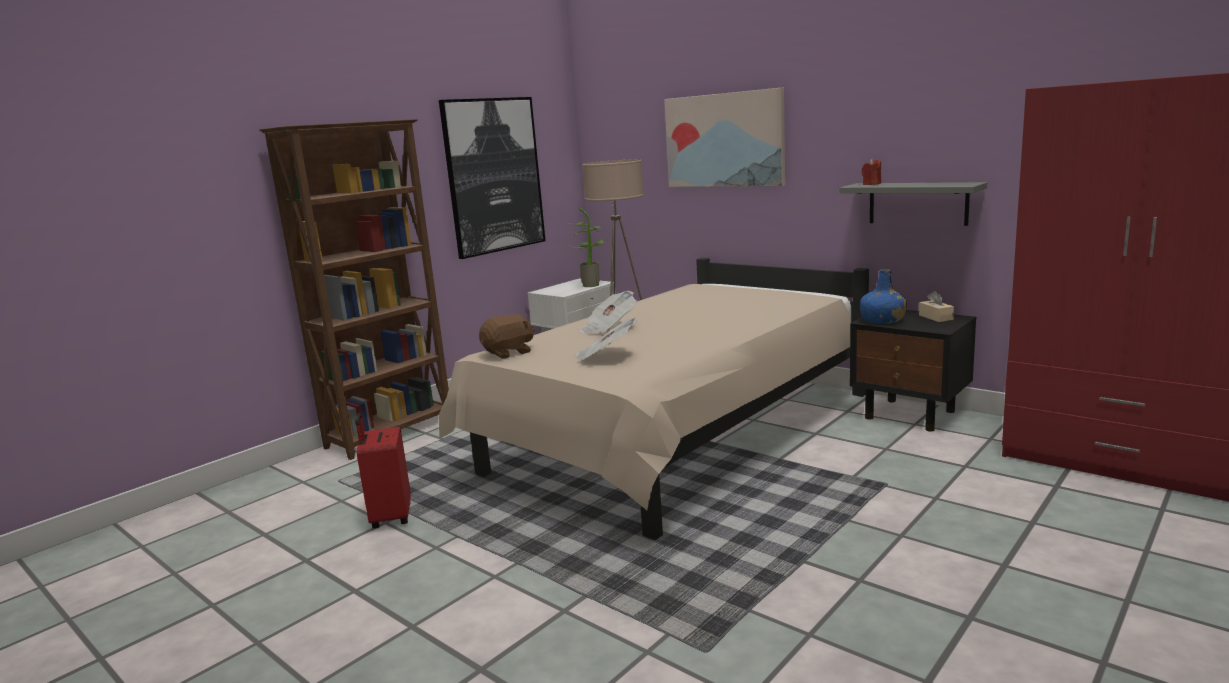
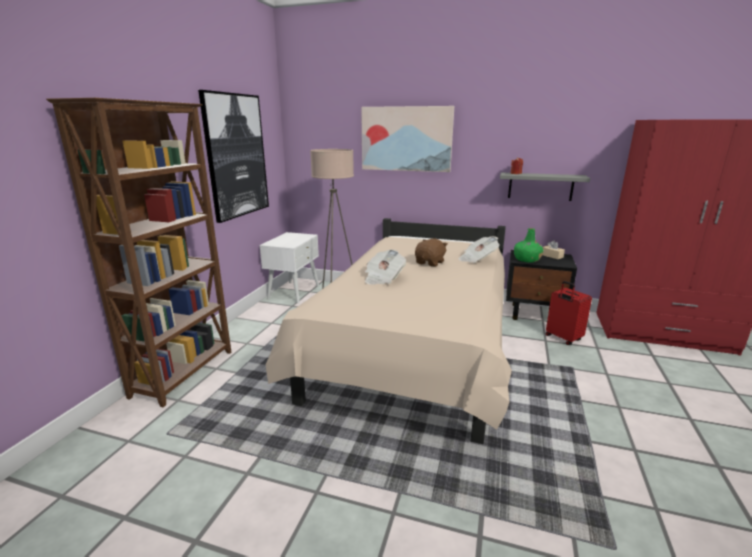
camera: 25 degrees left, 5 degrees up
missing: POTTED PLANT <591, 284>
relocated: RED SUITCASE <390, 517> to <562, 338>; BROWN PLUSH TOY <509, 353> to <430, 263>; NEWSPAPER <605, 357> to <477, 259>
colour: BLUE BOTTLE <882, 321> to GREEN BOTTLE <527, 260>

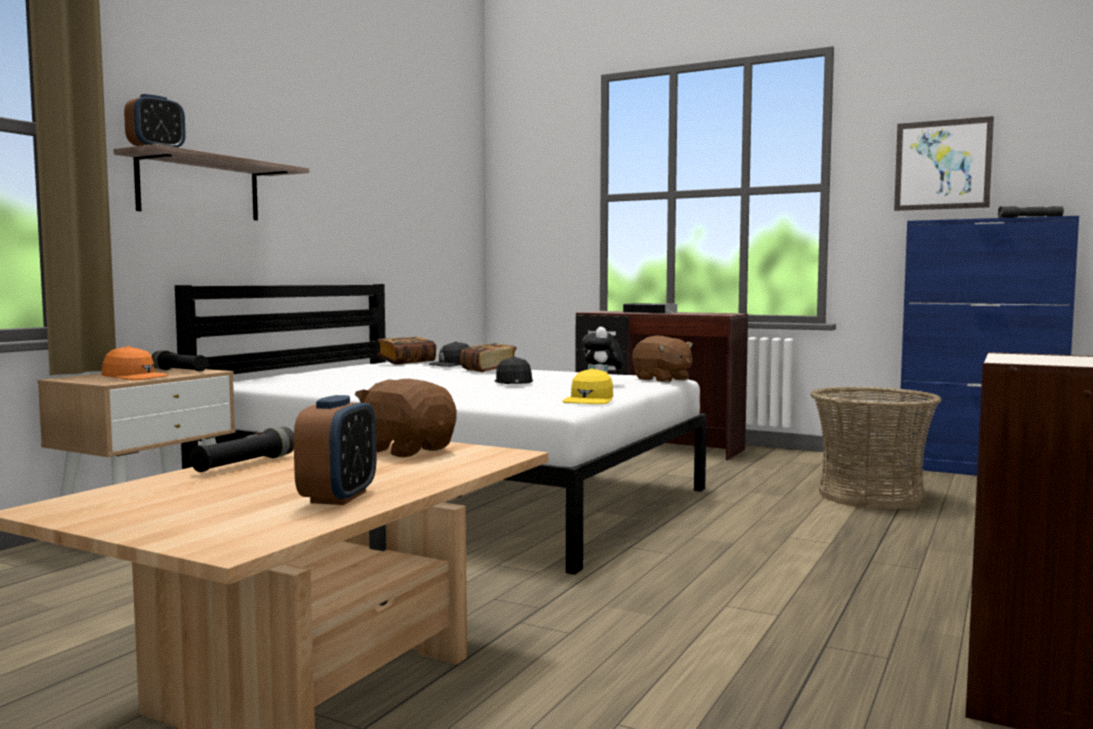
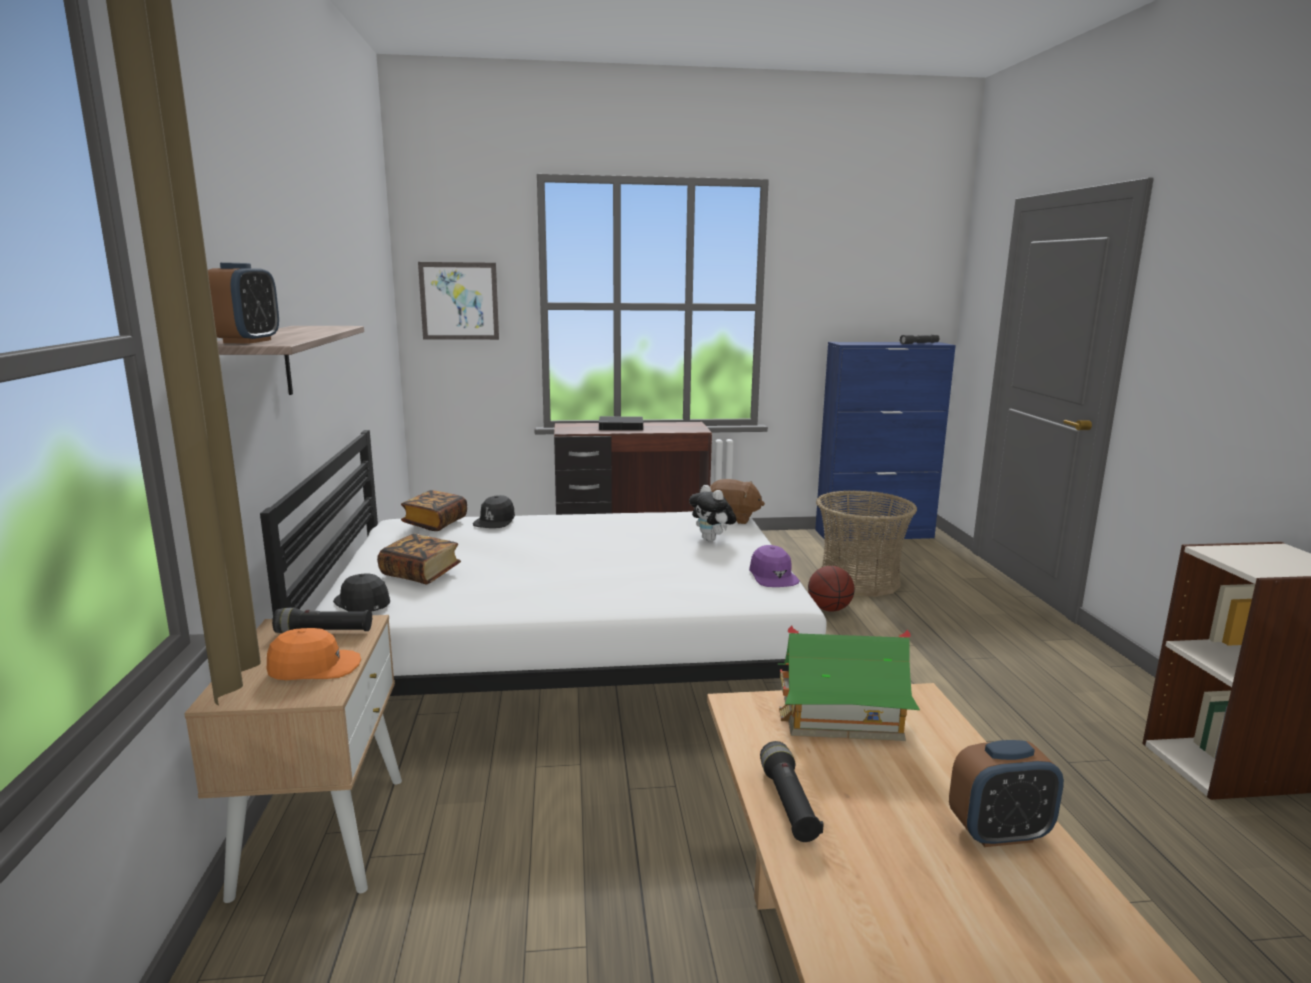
camera: 35 degrees left, 10 degrees up
appeared: BASKETBALL <829, 609>
relocated: BOOK <489, 370> to <420, 574>; BLACK CAP <513, 383> to <362, 603>; PICTURE <942, 165> to <459, 301>
exchanged: BROWN PLUSH TOY <407, 450> to TOY HOUSE <841, 718>
colour: YELLOW CAP <589, 400> to PURPLE CAP <772, 576>
spun: ALARM CLOCK <338, 497> = <999, 833> 105 degrees clockwise

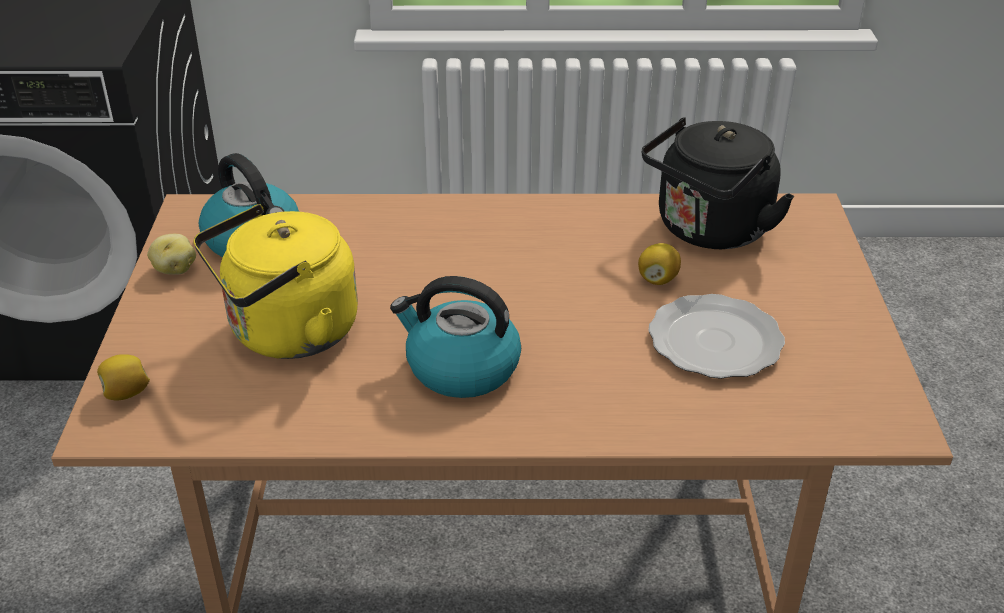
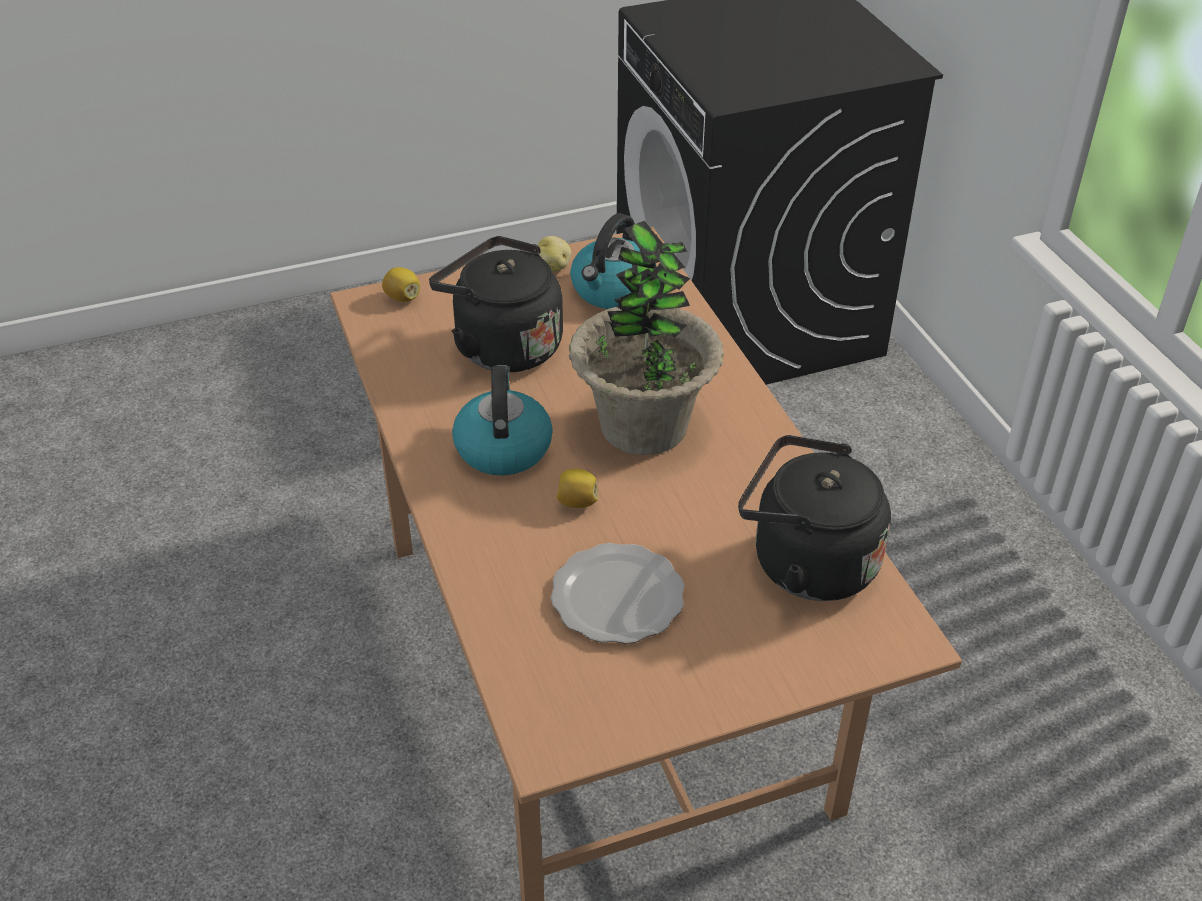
camera: 70 degrees right, 5 degrees up
appeared: POTTED PLANT <643, 426>
relocated: LEMON <657, 279> to <577, 502>
colour: YELLOW KETTLE <287, 334> to BLACK KETTLE <502, 346>

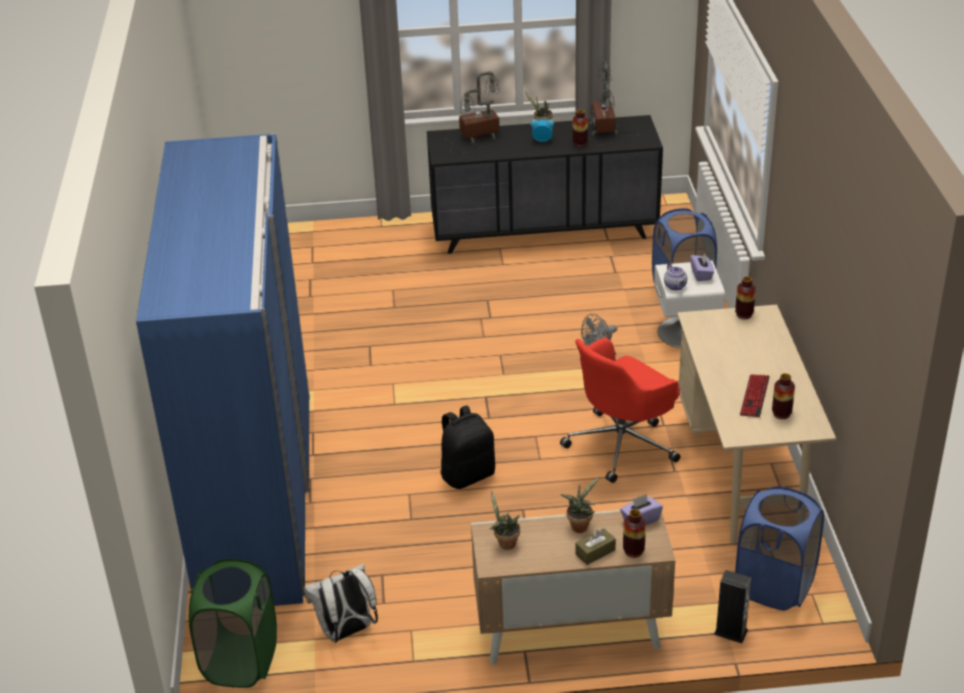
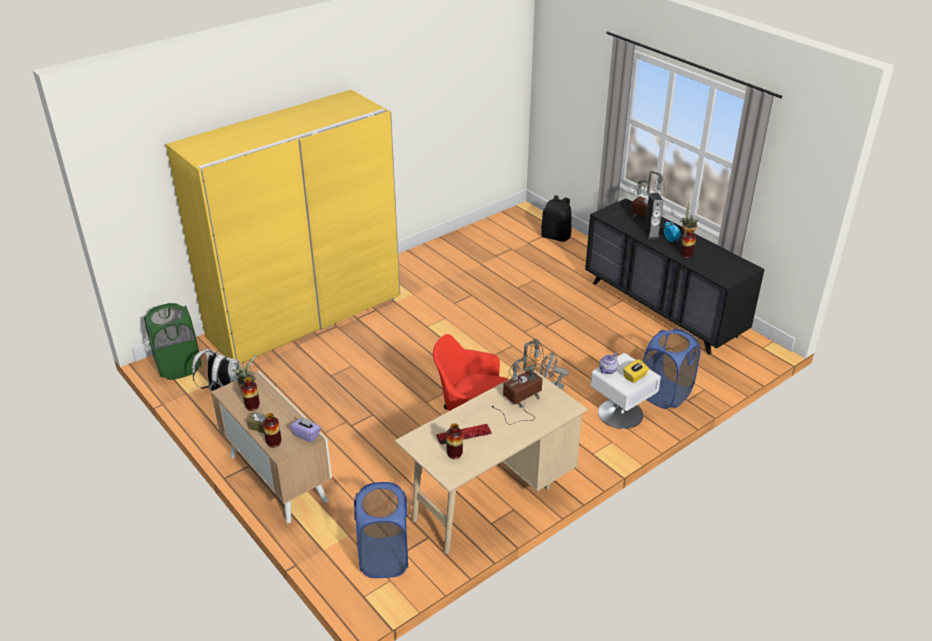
camera: 55 degrees right, 0 degrees up
missing: POTTED PLANT <580, 525>
relocated: BLACK BACKPACK <467, 475> to <556, 236>; TABLE LAMP <608, 131> to <520, 401>; SPEAKER <730, 632> to <651, 234>; VASE <744, 315> to <252, 406>
colour: BLUE WARDROBE <255, 498> to YELLOW WARDROBE <305, 316>; PURPLE TISSUE BOX <701, 274> to YELLOW TISSUE BOX <635, 377>

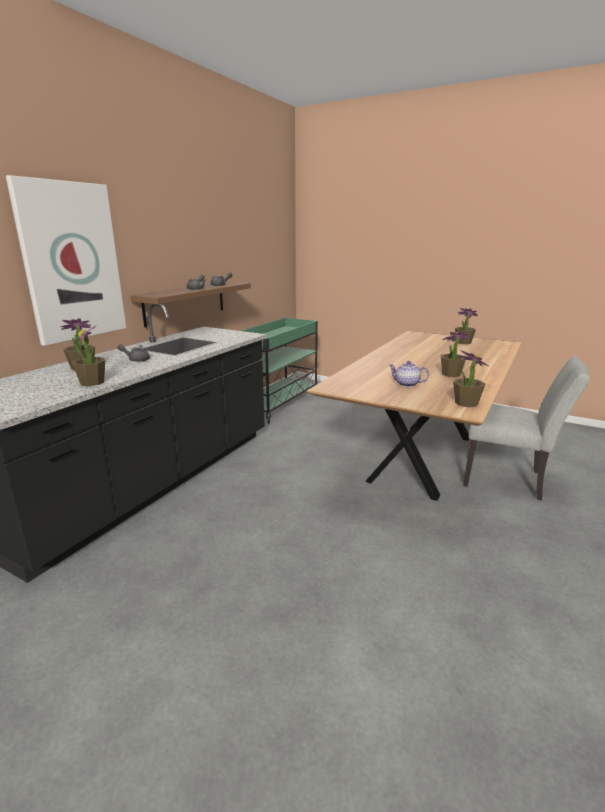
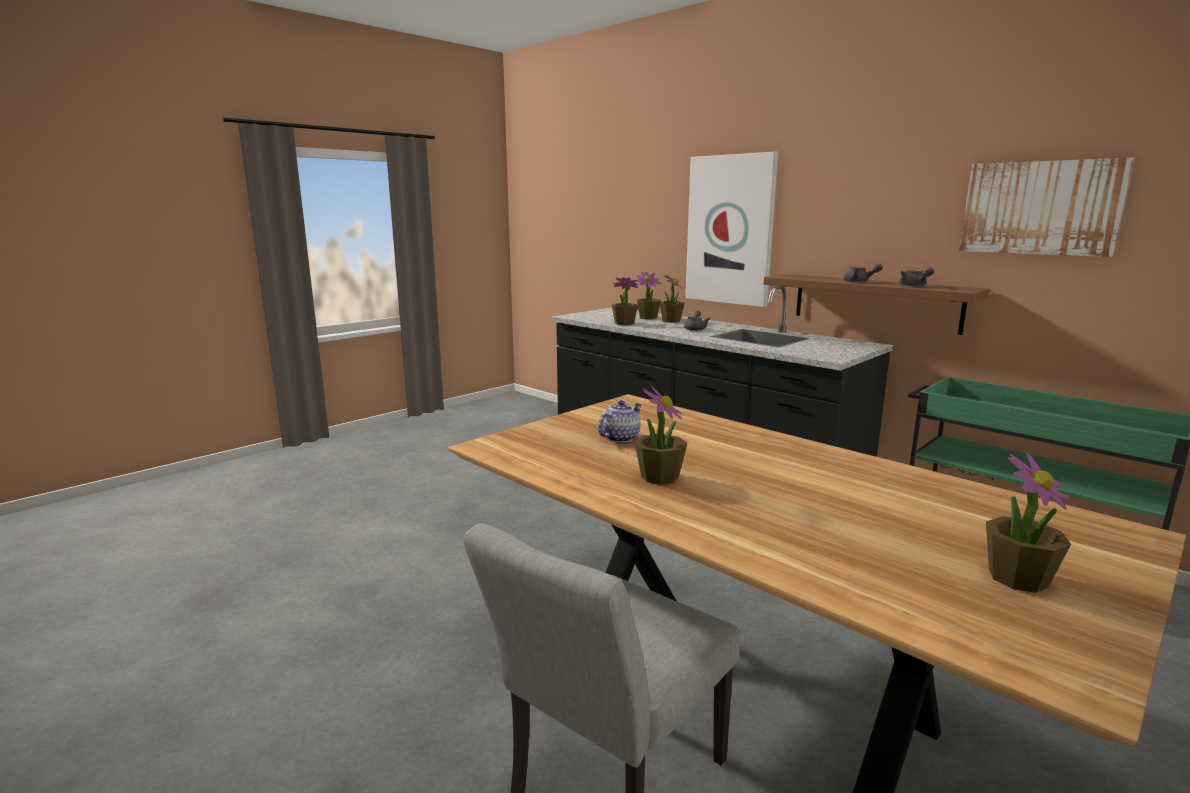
camera: 105 degrees right, 5 degrees down
appeared: PICTURE <1040, 208>
relocated: POTTED PLANT <466, 403> to <648, 317>

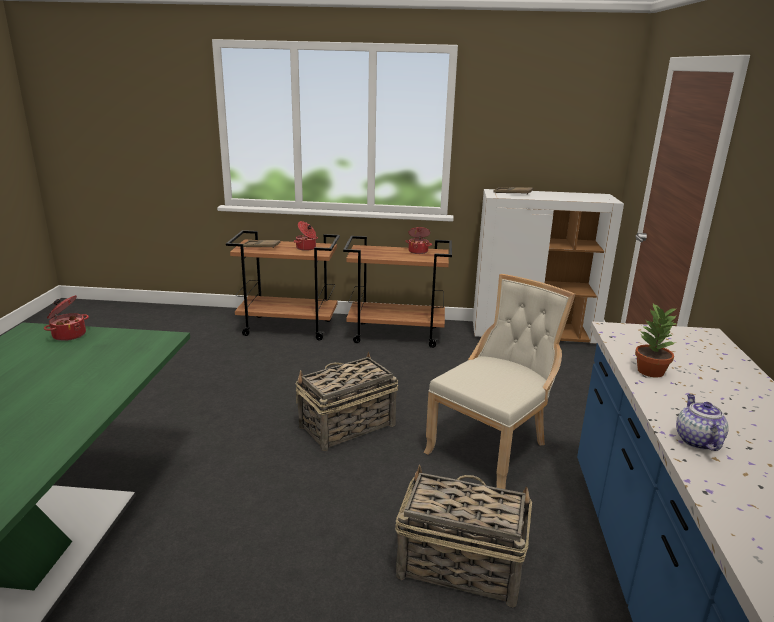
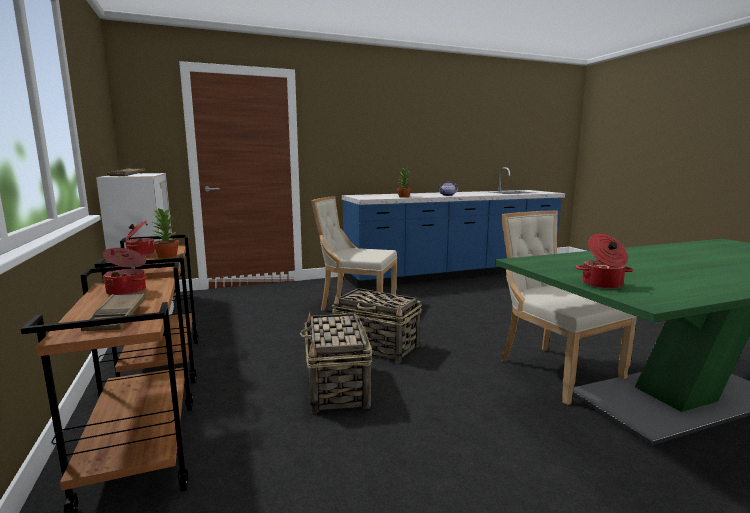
camera: 115 degrees left, 10 degrees down
appeared: POTTED PLANT <166, 256>; BEIGE CHAIR <553, 370>
relocated: BASKET <458, 565> to <337, 387>

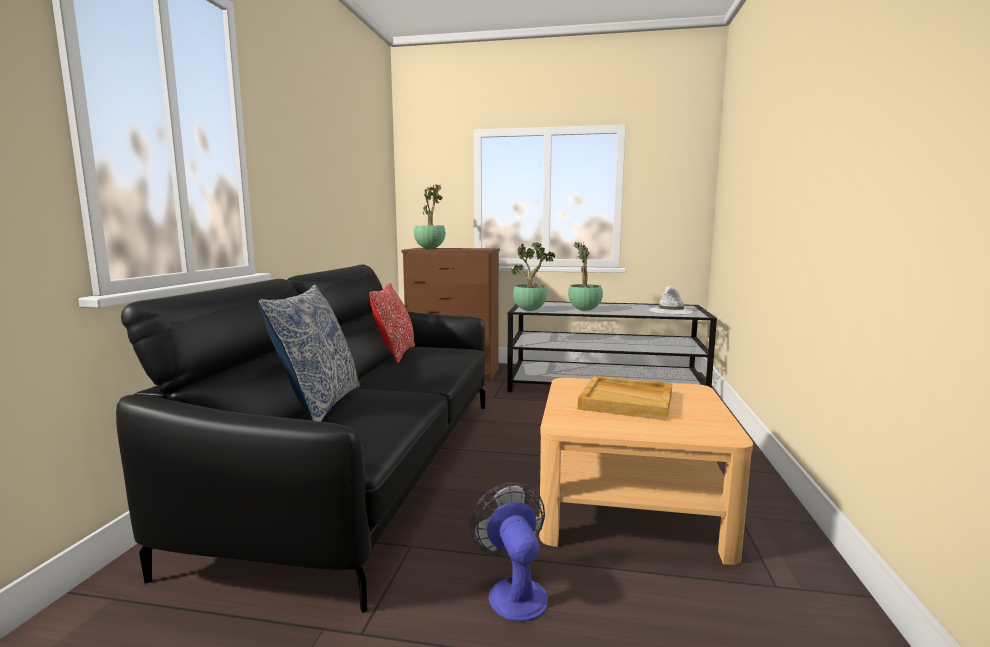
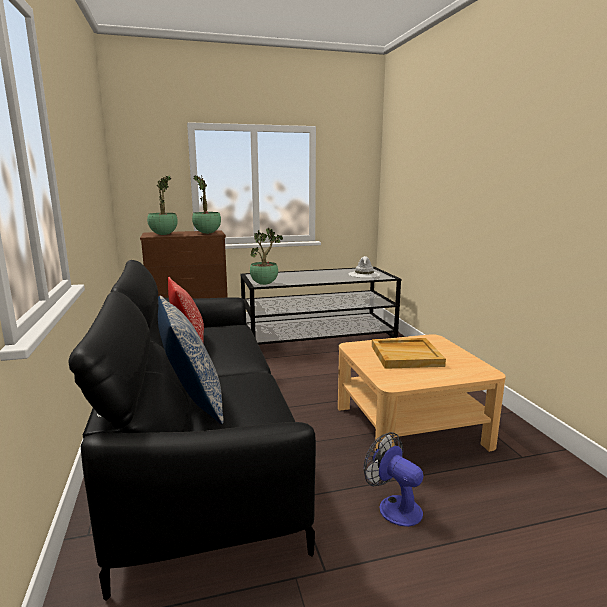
camera: 25 degrees left, 5 degrees up
relocated: POTTED PLANT <584, 310> to <207, 233>

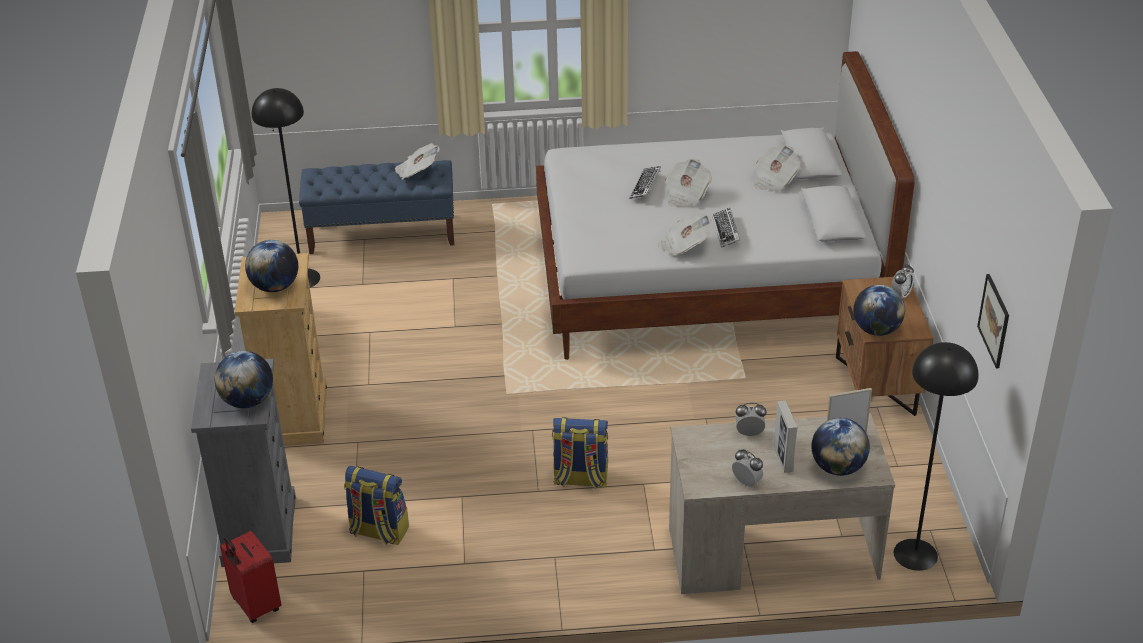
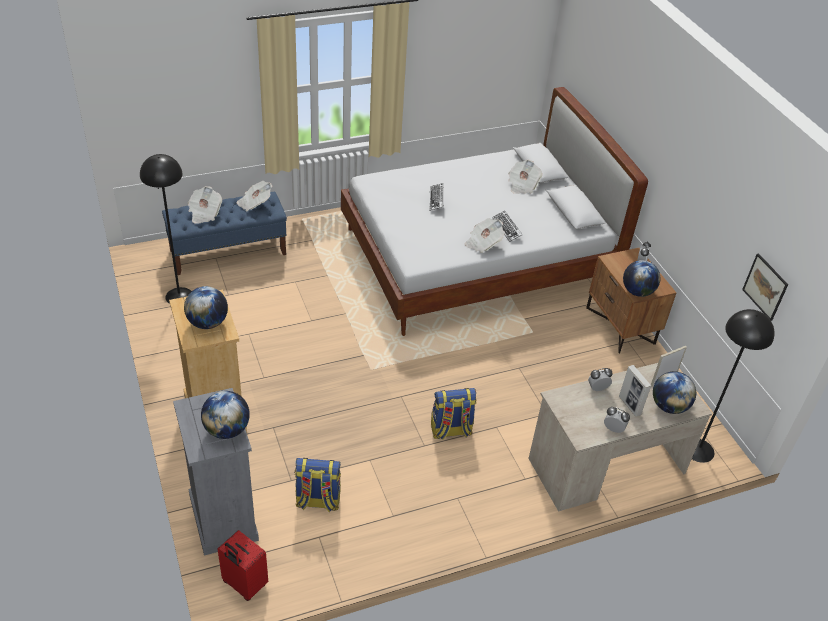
camera: 20 degrees left, 5 degrees up
relocated: NEWSPAPER <686, 195> to <204, 213>

